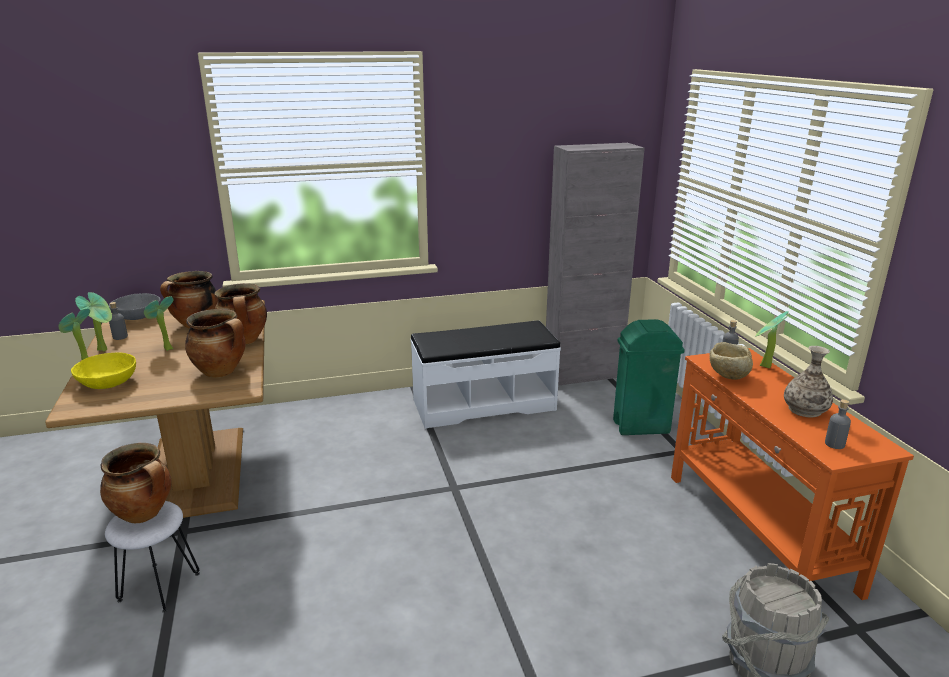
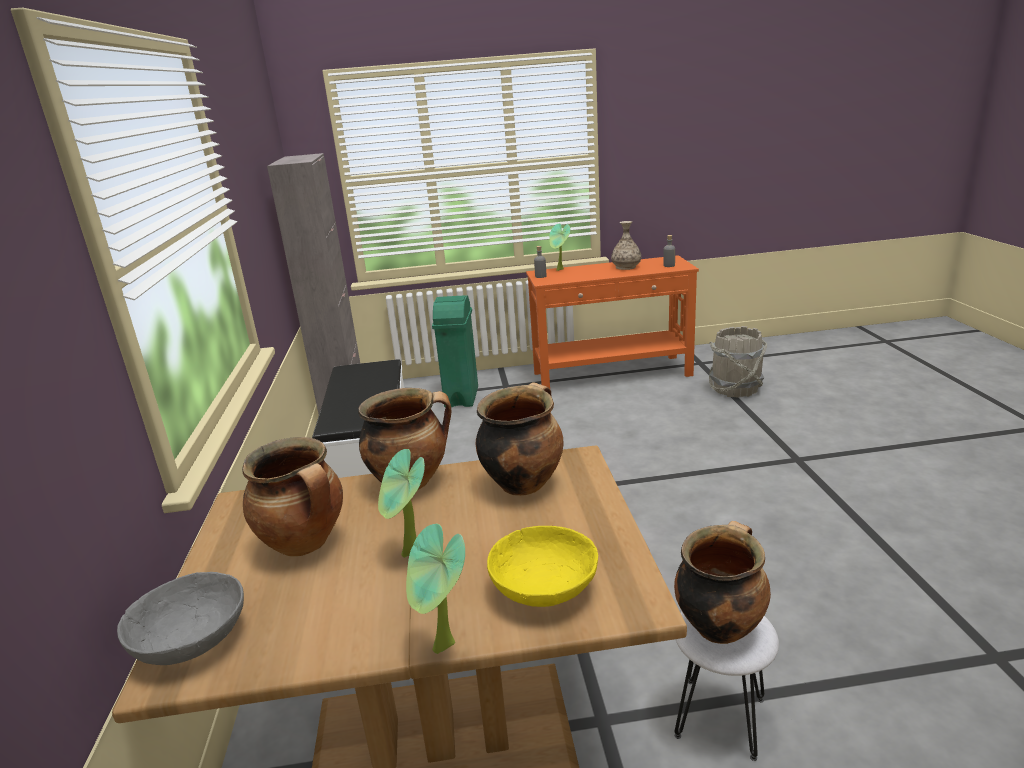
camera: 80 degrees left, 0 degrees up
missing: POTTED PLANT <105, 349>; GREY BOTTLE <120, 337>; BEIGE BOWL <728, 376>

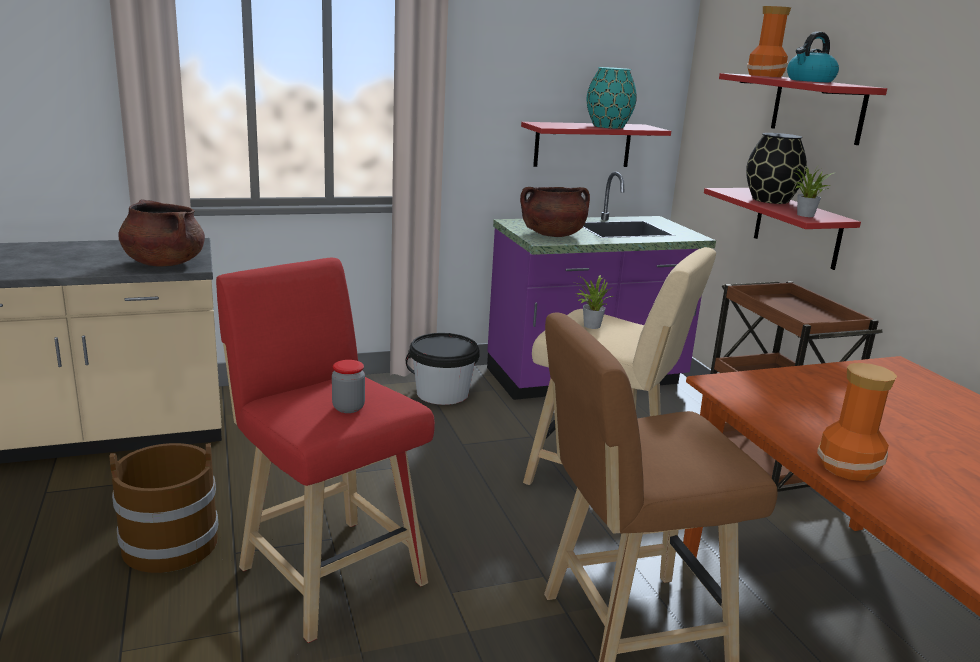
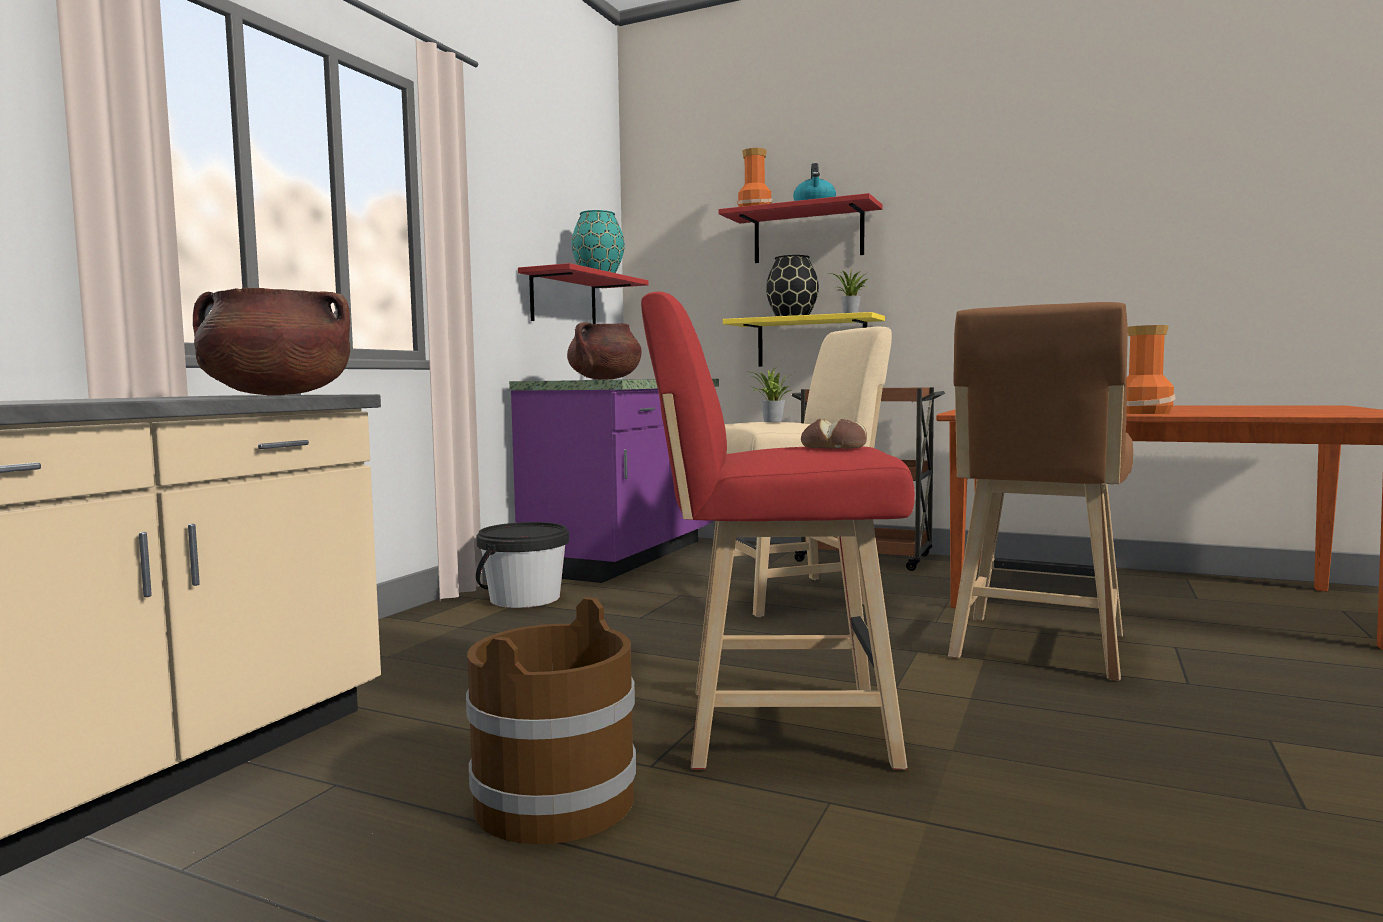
camera: 45 degrees left, 15 degrees down
exchanged: JAR <348, 408> to BREAD <835, 446>
colour: RED SHELF <797, 228> to YELLOW SHELF <811, 342>

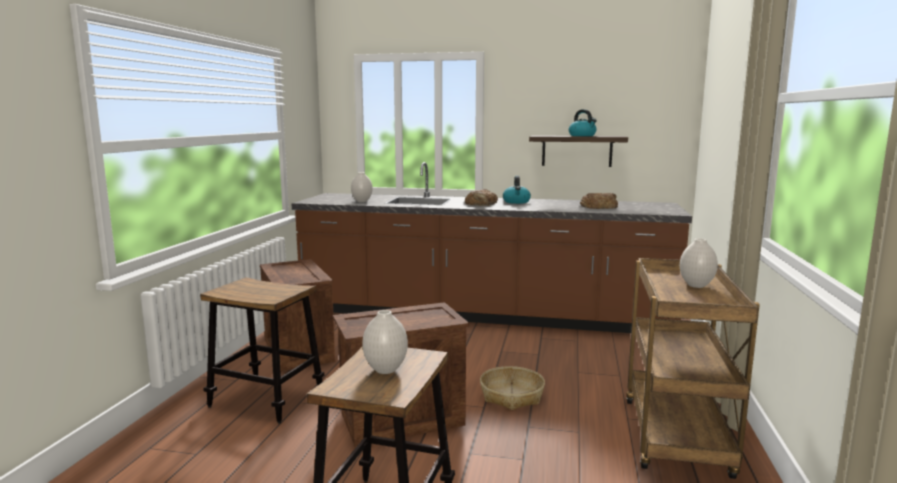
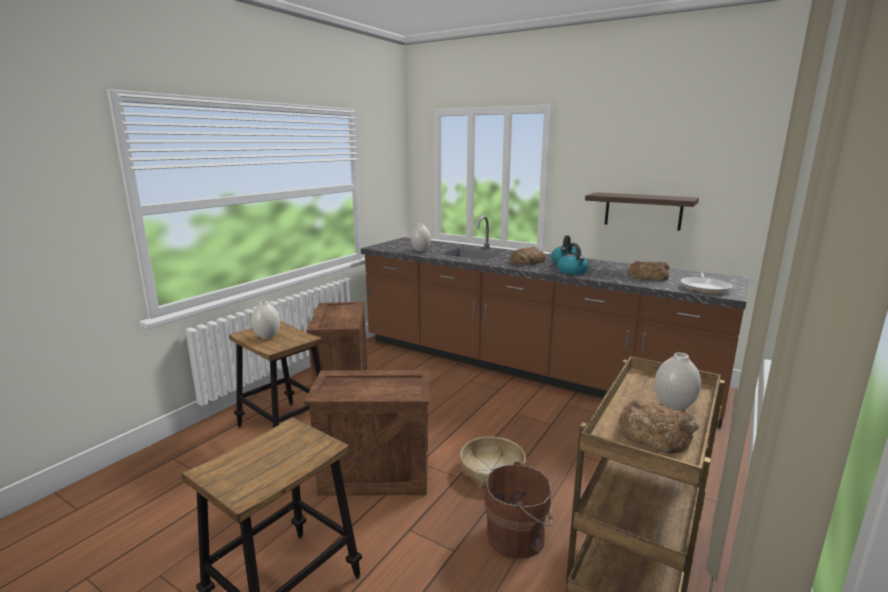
camera: 20 degrees right, 5 degrees up
appeared: BROWN BUCKET <518, 536>; BREAD <655, 433>; FRYING PAN <705, 288>
relocated: WHITE VASE <385, 370> to <267, 337>; KETTLE <582, 136> to <573, 271>

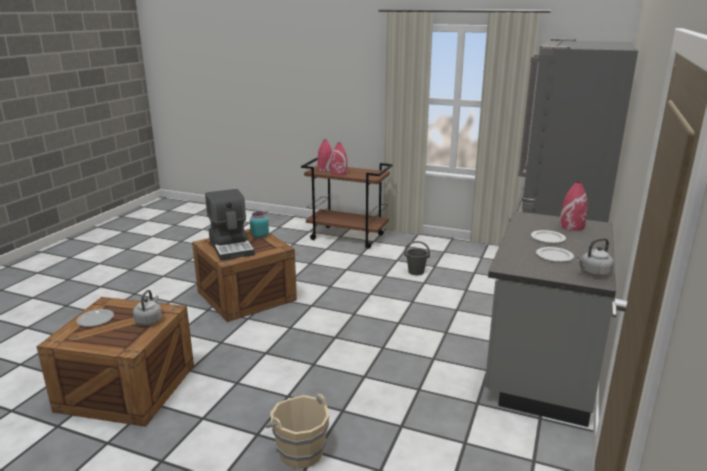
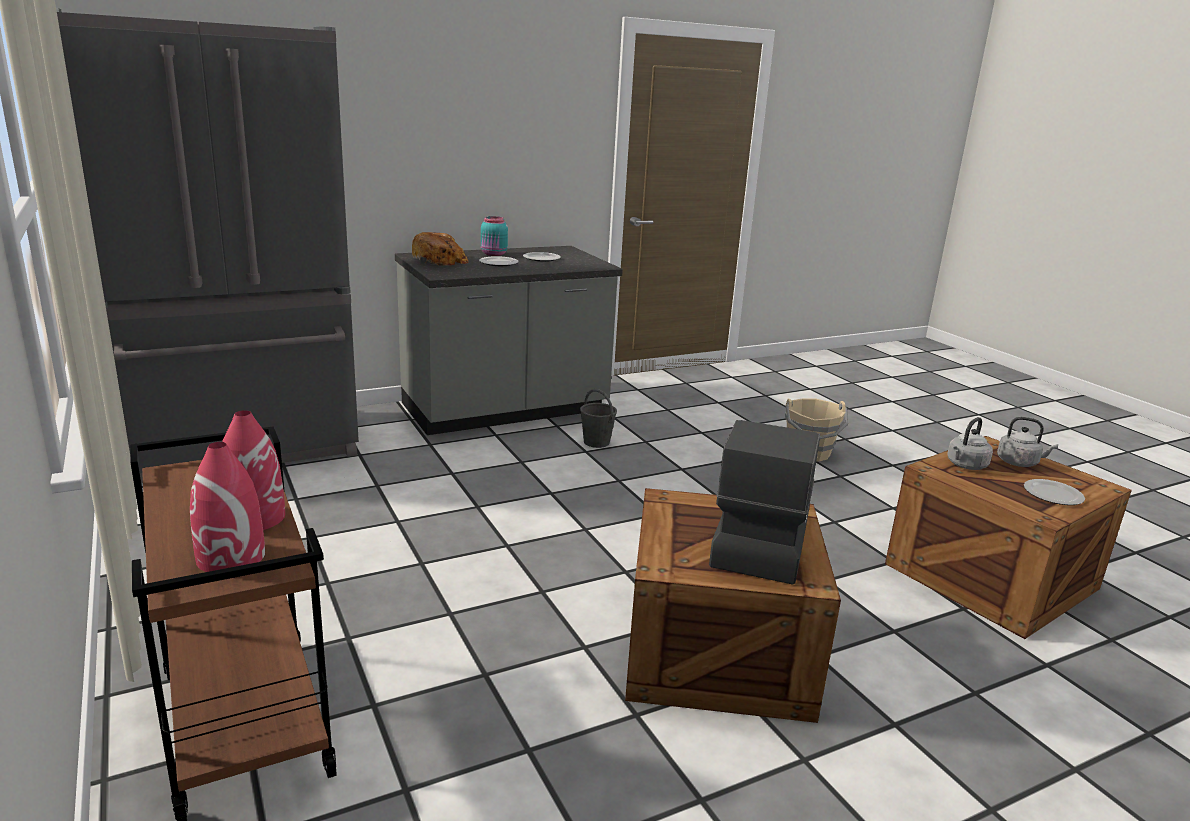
camera: 140 degrees left, 0 degrees up
relocated: TURQUOISE JAR <259, 236> to <494, 254>; GREY BUCKET <415, 272> to <597, 442>; GREY KETTLE <593, 273> to <1019, 463>
exchanged: RED VASE <571, 226> to BREAD <440, 260>

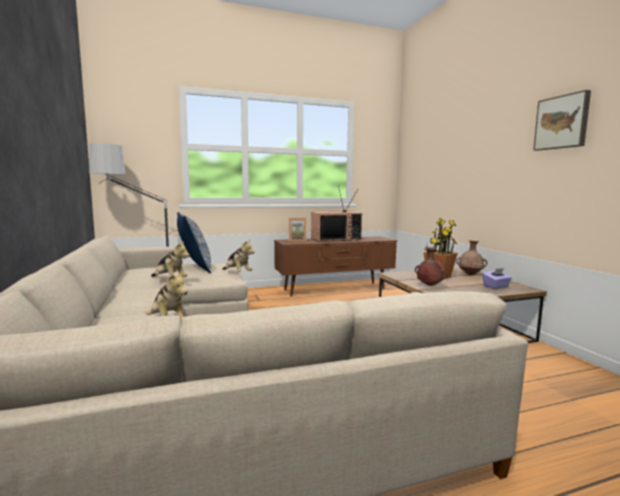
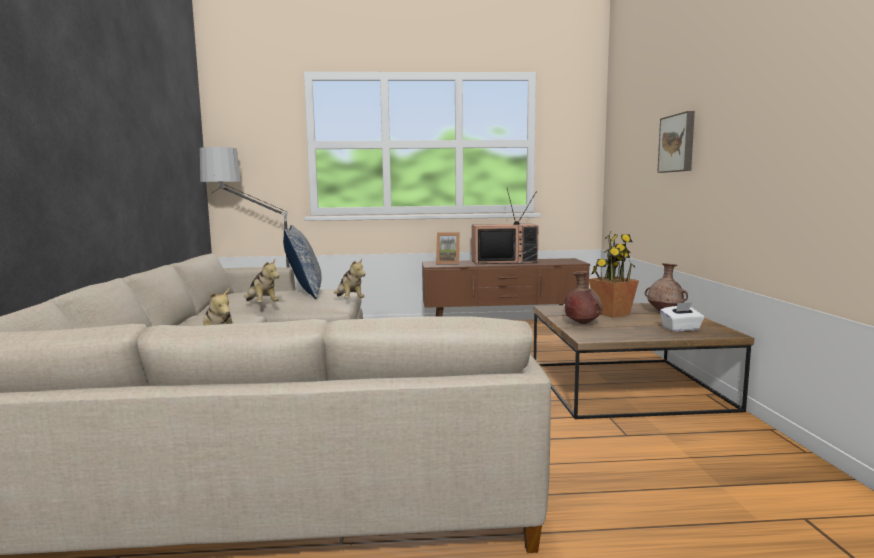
camera: 15 degrees right, 0 degrees up
relocated: PICTURE <562, 122> to <678, 143>
colour: PURPLE TISSUE BOX <496, 286> to WHITE TISSUE BOX <681, 329>

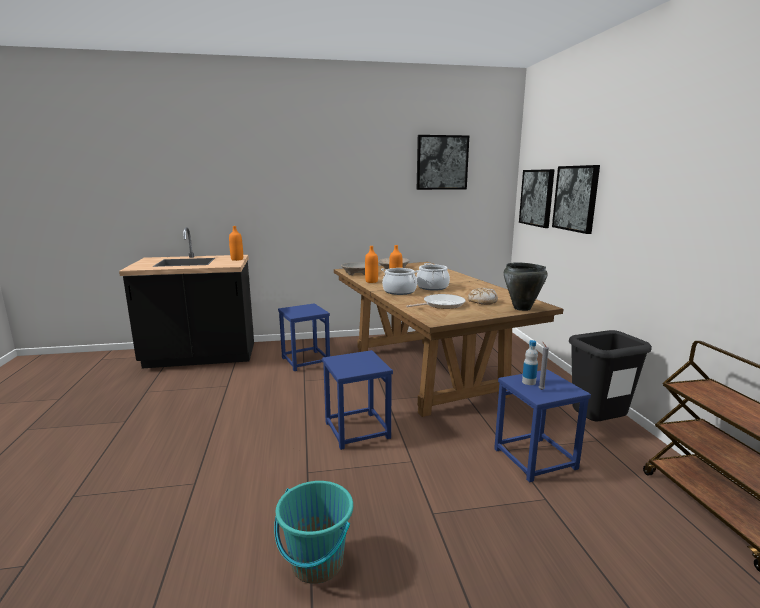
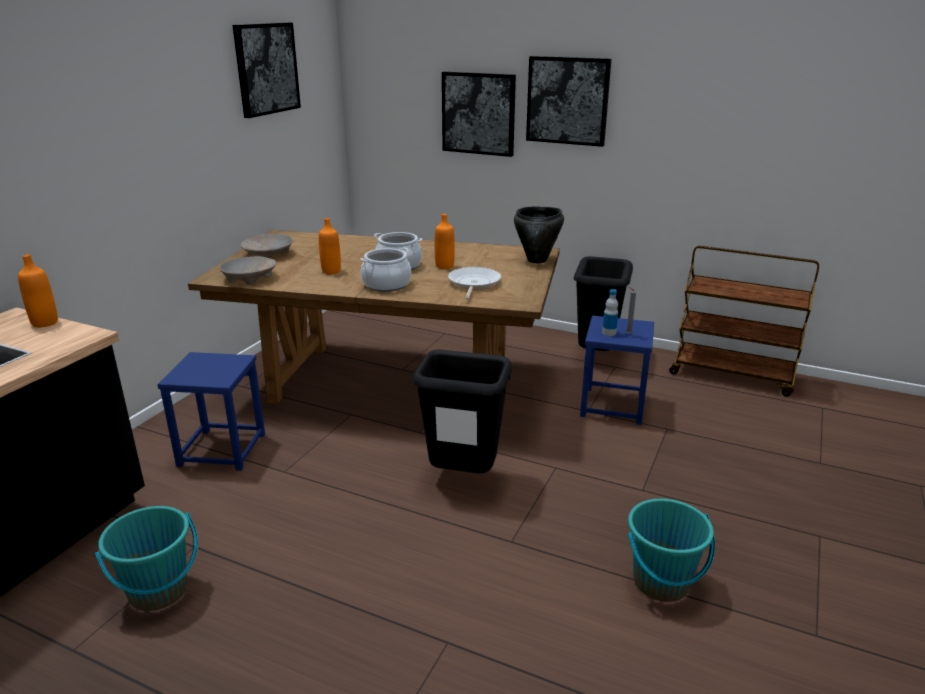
camera: 55 degrees left, 10 degrees up
missing: BREAD <482, 301>
appeared: TURQUOISE BUCKET <158, 591>
relocated: ORANGE BOTTLE <371, 281> to <444, 266>; PICTURE <537, 197> to <567, 101>
exchanged: BLUE STOOL <356, 430> to BLACK TRASH CAN <462, 477>

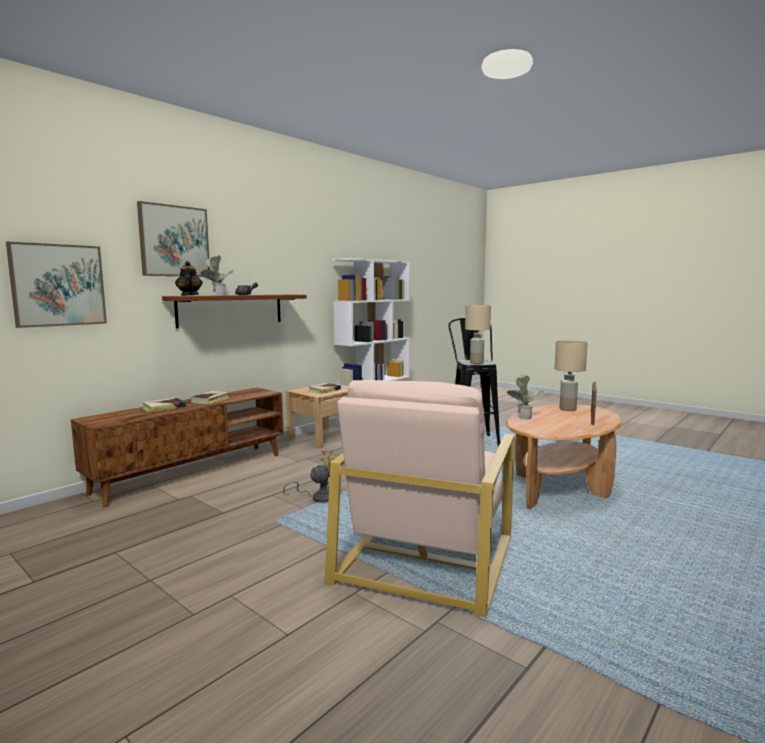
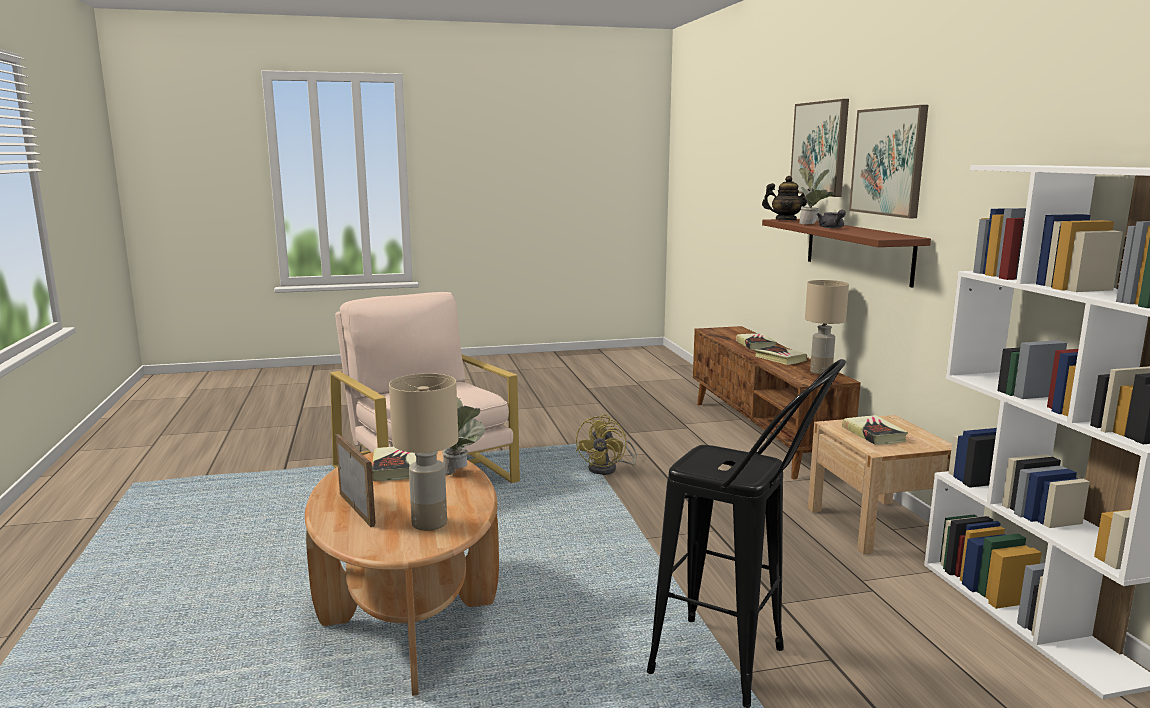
camera: 125 degrees right, 5 degrees up
appeared: BOOK <395, 468>
relocated: PICTURE <58, 285> to <889, 161>; BEIGE TABLE LAMP <476, 363> to <821, 372>

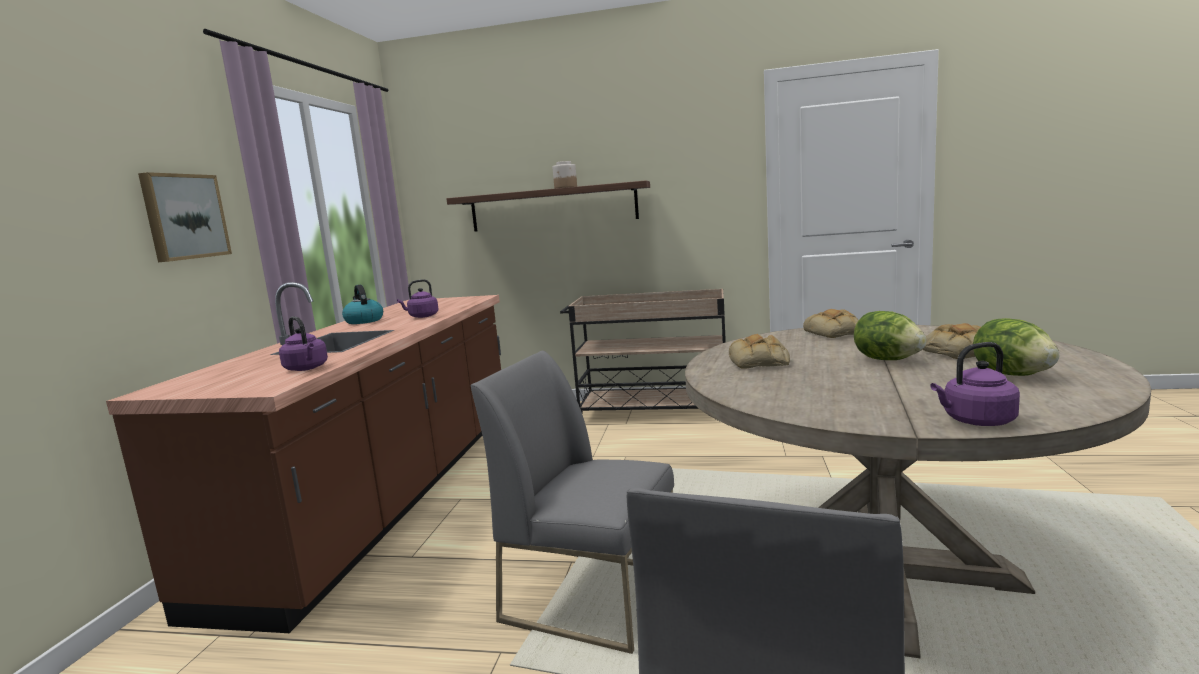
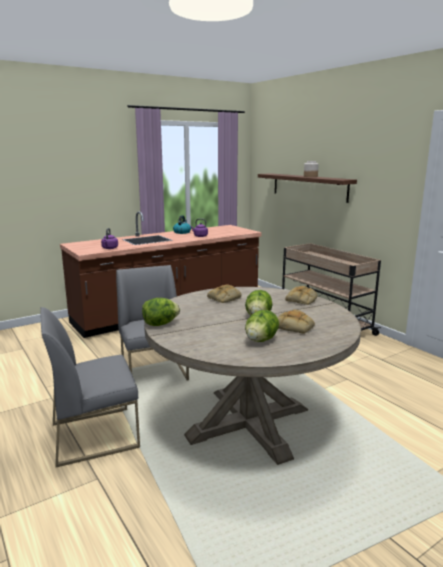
camera: 45 degrees right, 5 degrees up
missing: PICTURE <184, 217>; PURPLE KETTLE <975, 421>
appeared: LETTUCE <160, 324>

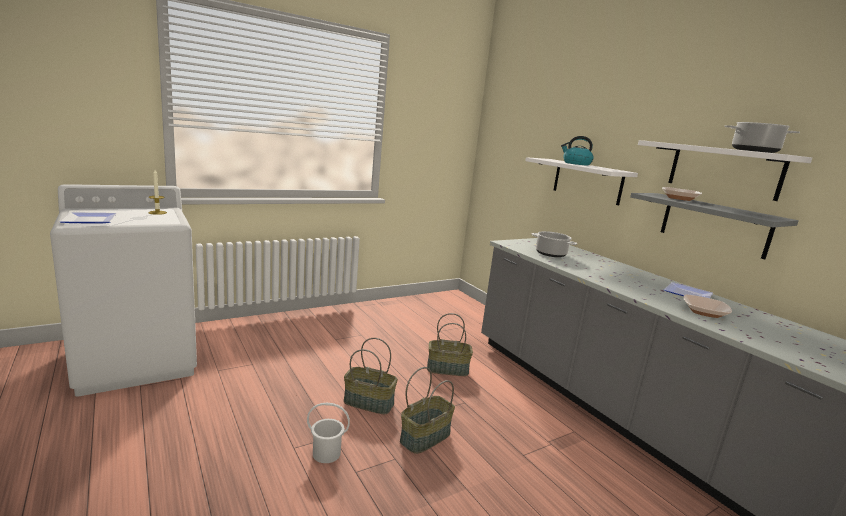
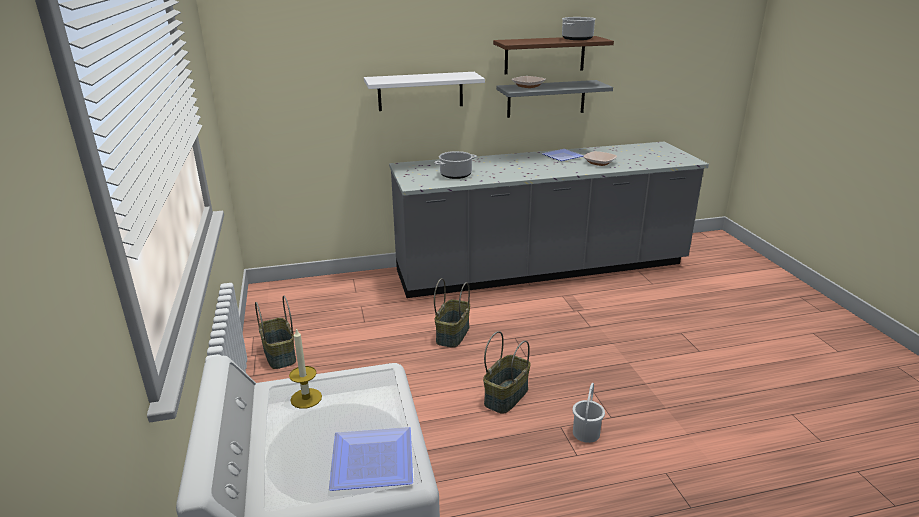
camera: 70 degrees left, 10 degrees up
missing: KETTLE <576, 163>
relocated: BASKET <425, 436> to <278, 355>
colour: WHITE SHELF <724, 170> to BROWN SHELF <545, 55>

